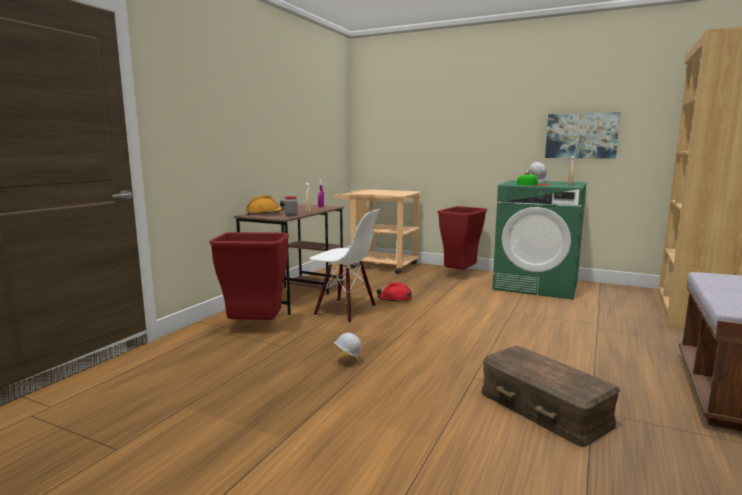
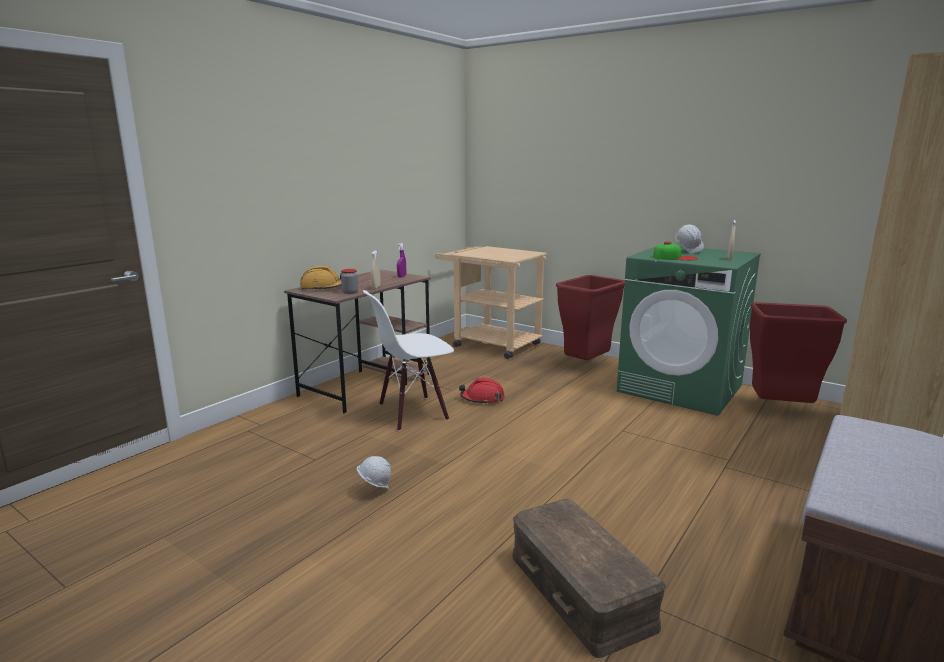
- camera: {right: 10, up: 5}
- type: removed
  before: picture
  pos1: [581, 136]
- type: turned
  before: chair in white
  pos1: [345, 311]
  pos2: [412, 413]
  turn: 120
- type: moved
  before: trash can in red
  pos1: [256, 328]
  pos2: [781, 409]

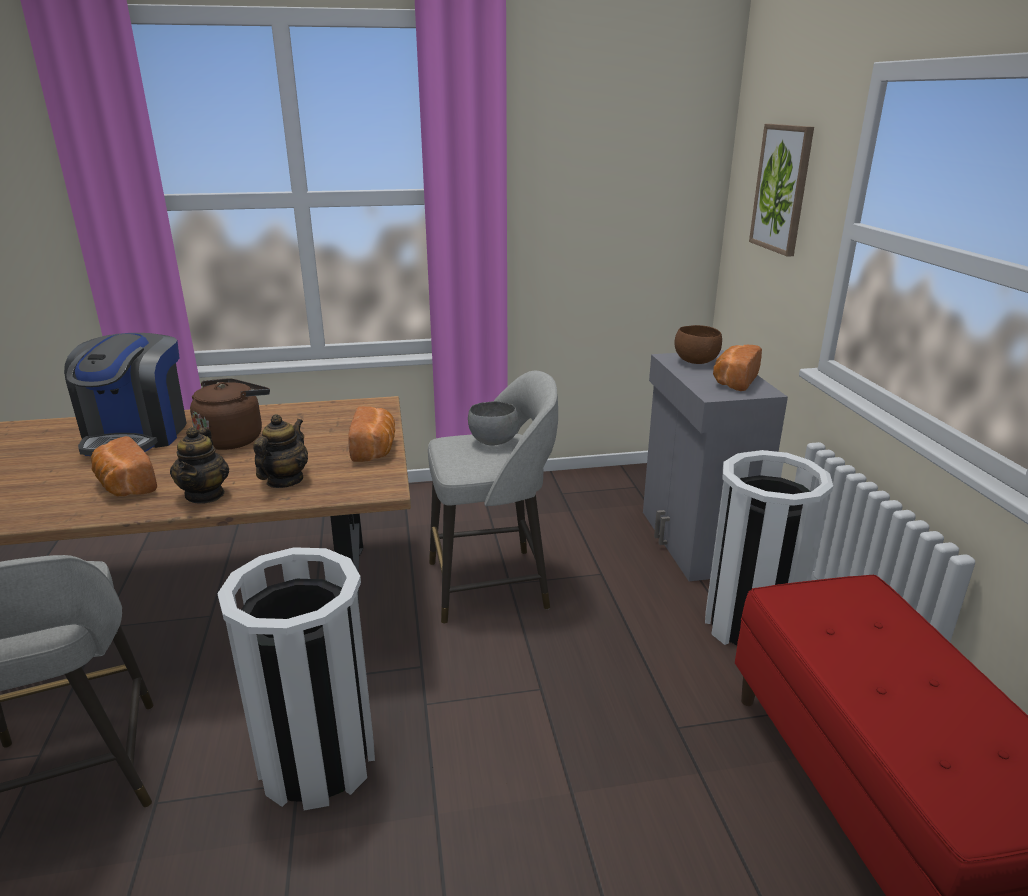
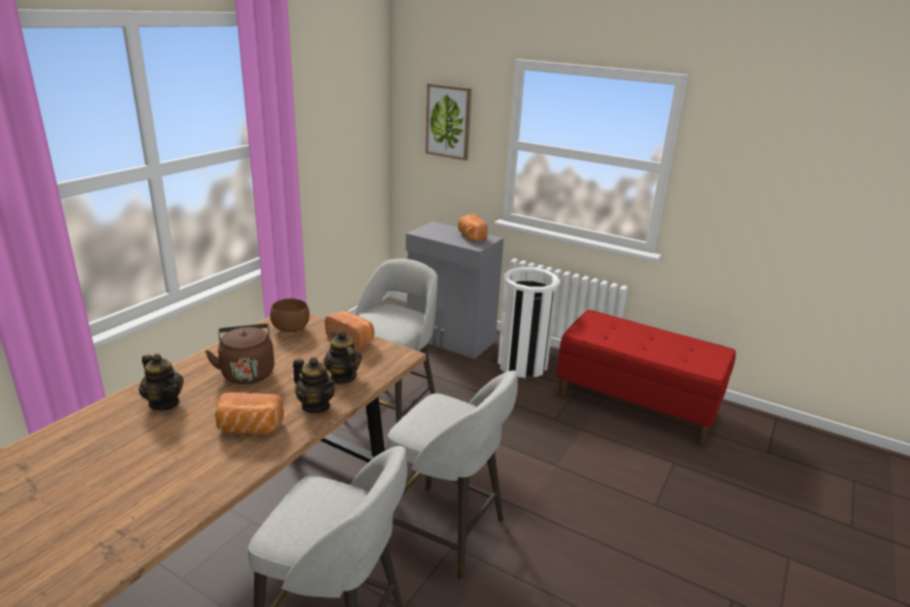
- camera: {right: -50, up: 0}
- type: moved
  before: bowl in brown
  pos1: [695, 362]
  pos2: [290, 329]
- type: replaced
  before: coffee machine
  after: teapot
  pos1: [137, 435]
  pos2: [165, 403]
- type: removed
  before: bowl in grey
  pos1: [492, 442]
- type: replaced
  before: trash can in white
  after: stool in grey
  pos1: [317, 761]
  pos2: [446, 532]

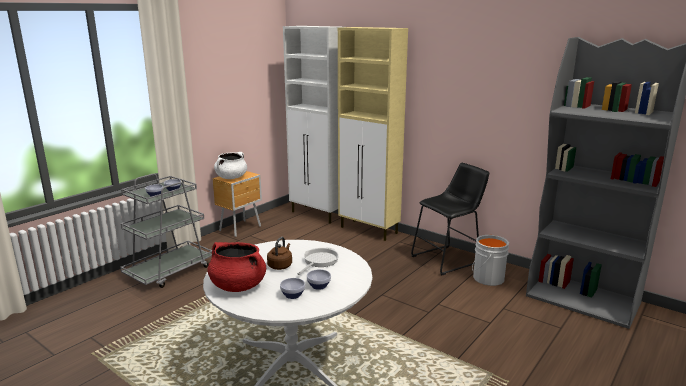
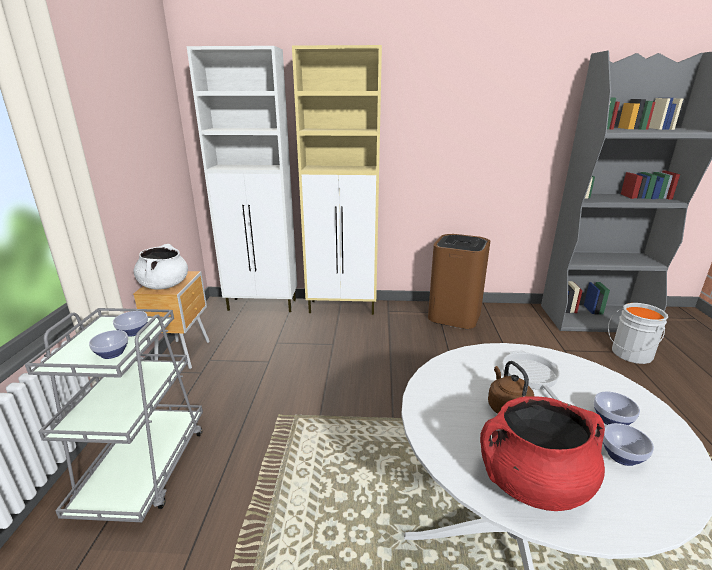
- camera: {right: -35, up: 5}
- type: replaced
  before: stool in black
  after: trash can in brown
  pos1: [448, 259]
  pos2: [454, 315]
- type: moved
  before: bucket in grey
  pos1: [486, 278]
  pos2: [630, 354]

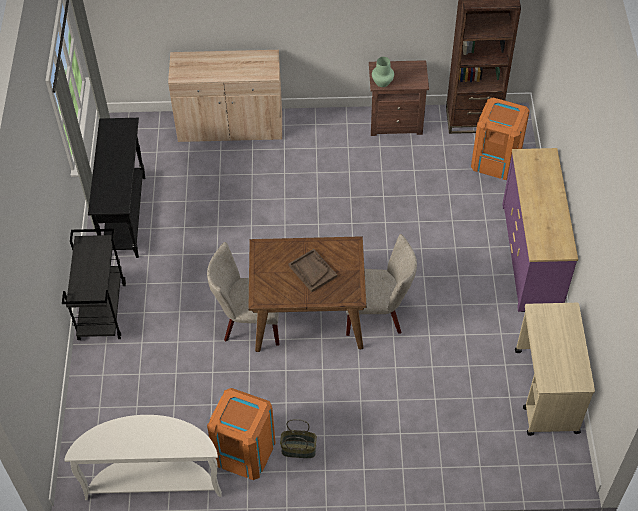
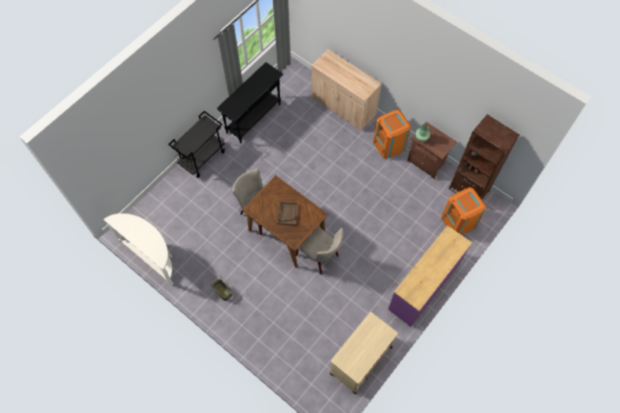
- camera: {right: 40, up: 10}
- type: moved
  before: trash can in orange
  pos1: [245, 451]
  pos2: [389, 145]

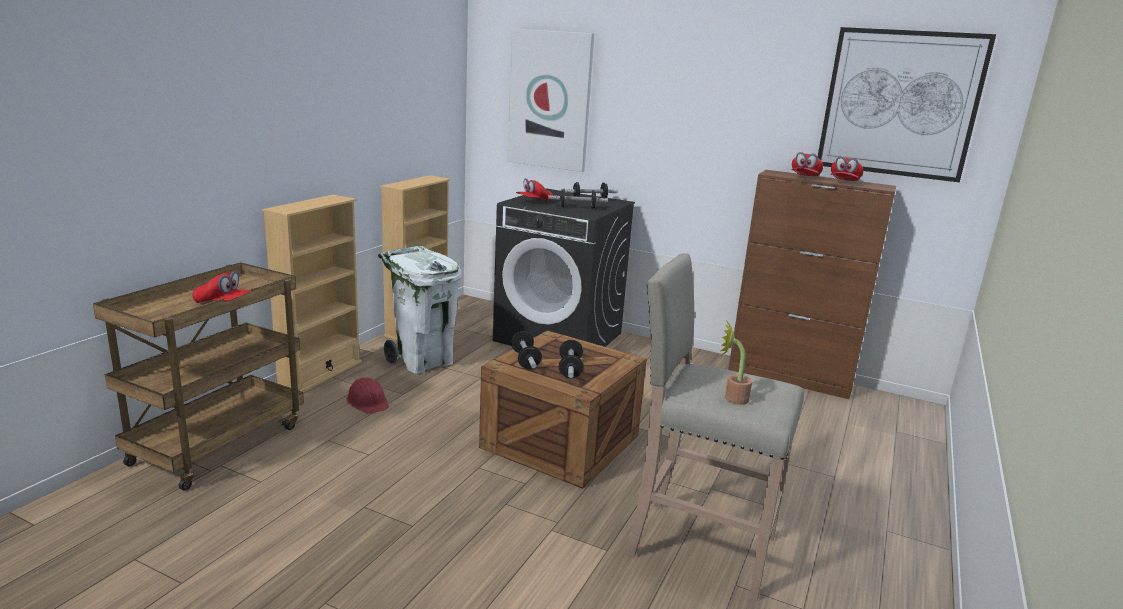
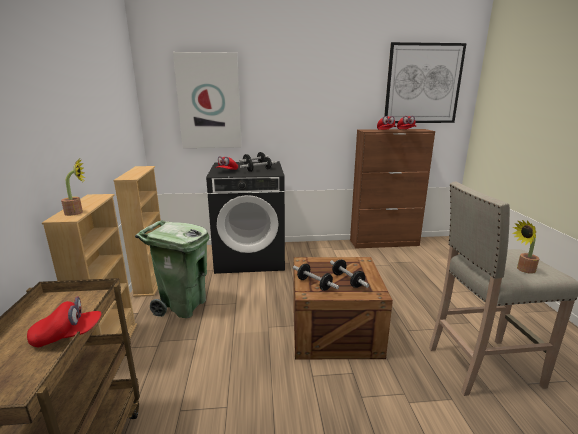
- camera: {right: -30, up: 0}
- type: recoloured
  before: trash can in white
  after: trash can in green
  pos1: [423, 361]
  pos2: [183, 306]
- type: removed
  before: hard hat in red
  pos1: [368, 402]
- type: added
  after: potted plant
  pos2: [77, 212]

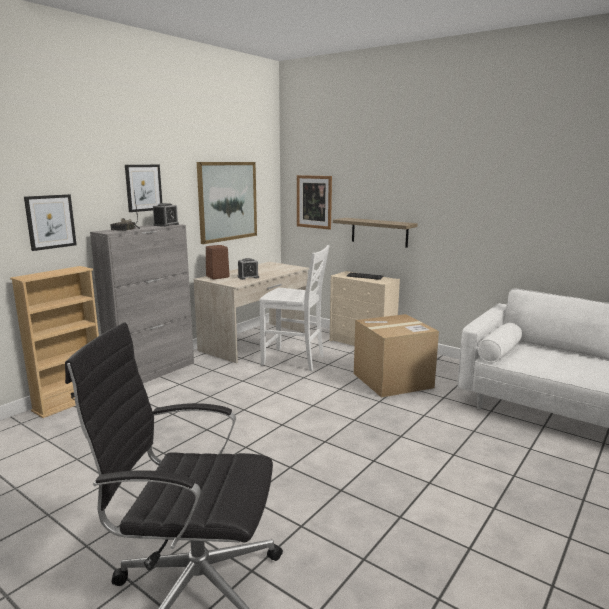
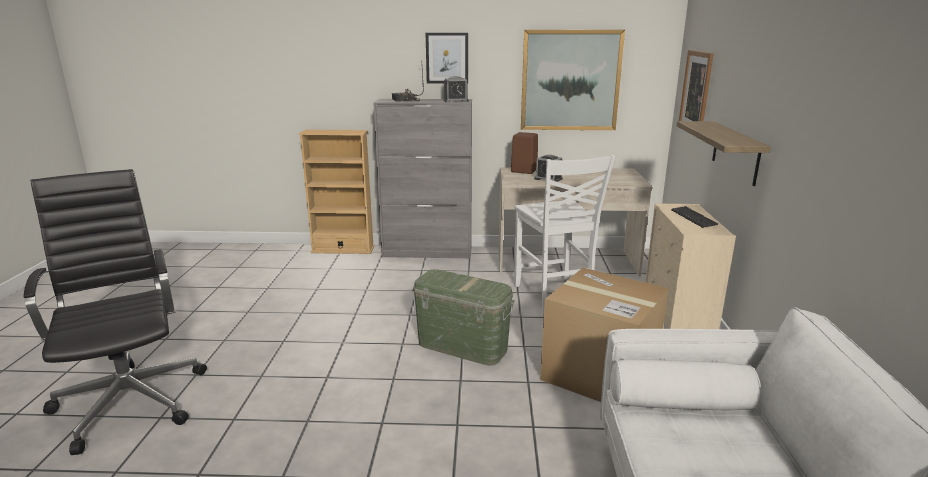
- camera: {right: 55, up: 5}
- type: removed
  before: picture
  pos1: [50, 221]
- type: added
  after: storage box in green
  pos2: [463, 346]

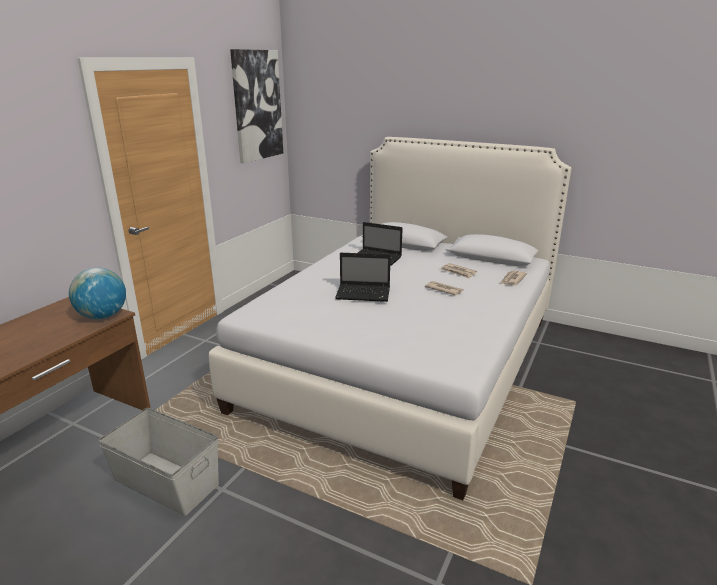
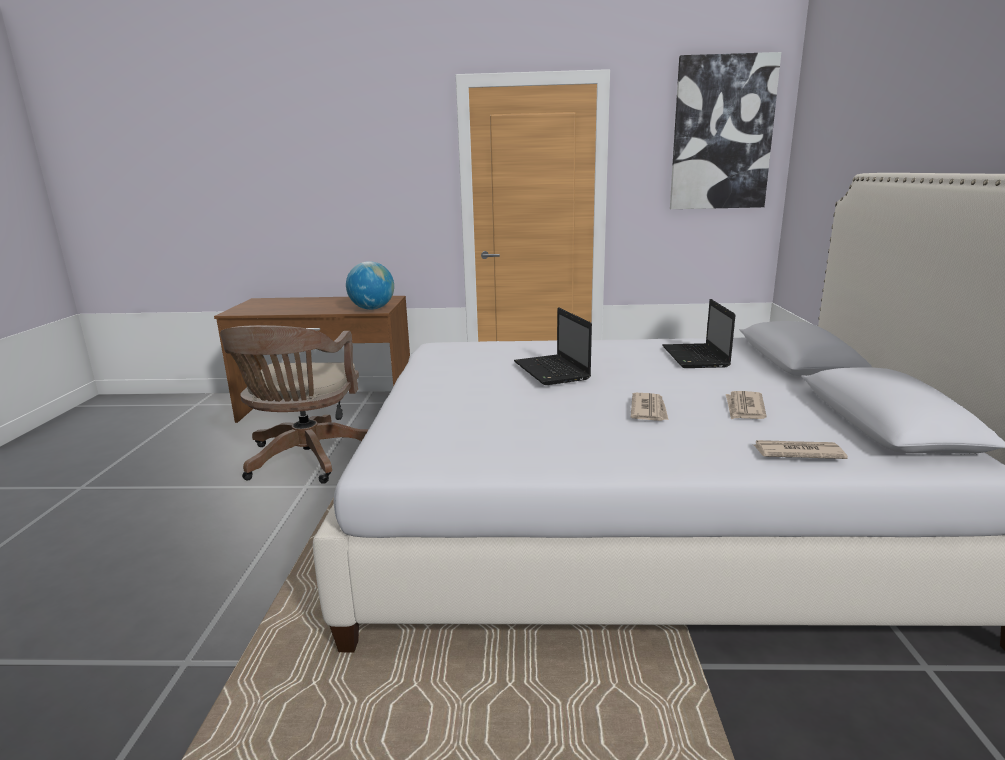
- camera: {right: 65, up: -5}
- type: replaced
  before: storage box in grey
  after: office chair in brown
  pos1: [166, 482]
  pos2: [306, 460]

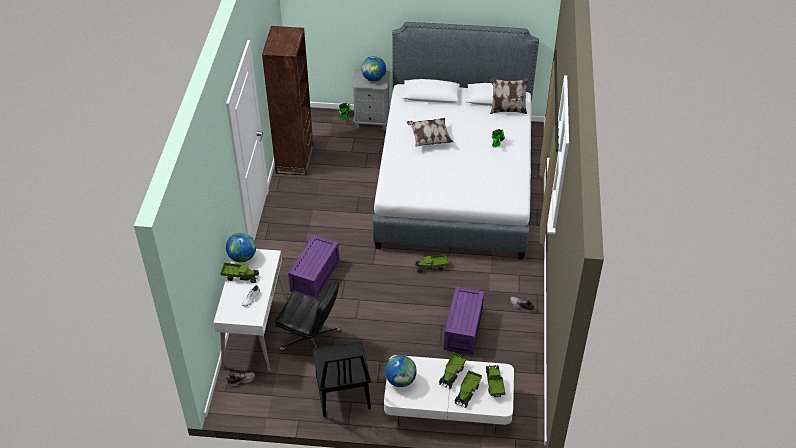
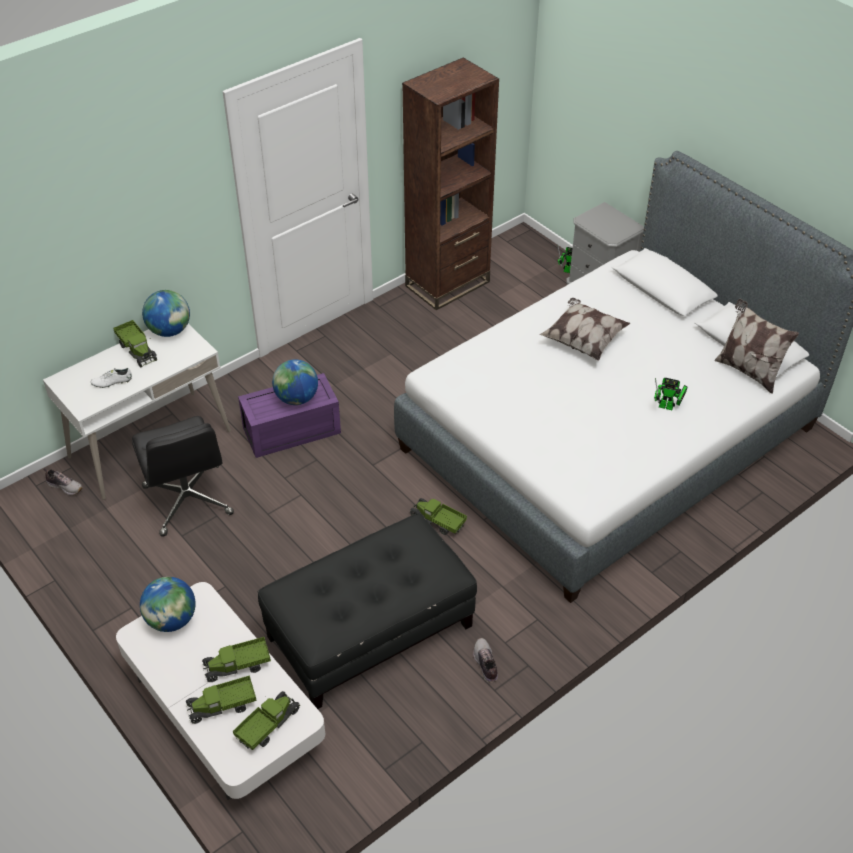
- camera: {right: 45, up: 0}
- type: moved
  before: globe
  pos1: [373, 78]
  pos2: [296, 398]
- type: replaced
  before: storage box in purple
  after: ottoman in black
  pos1: [464, 330]
  pos2: [370, 632]
- type: removed
  before: chair in black
  pos1: [342, 393]

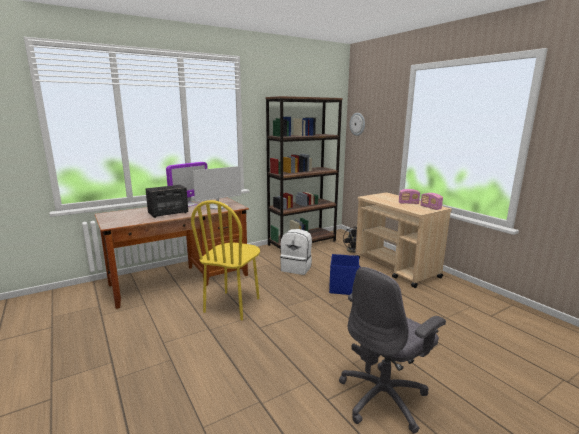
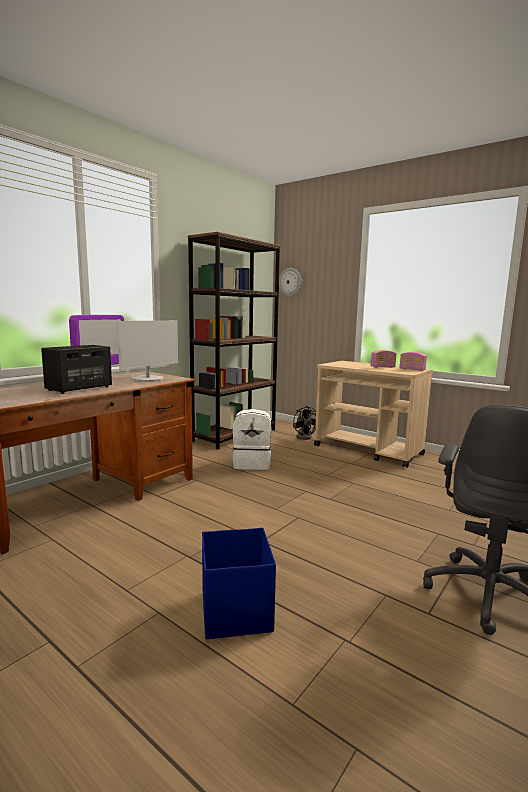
- camera: {right: -20, up: -5}
- type: removed
  before: chair in yellow
  pos1: [232, 305]
- type: moved
  before: storage box in blue
  pos1: [343, 287]
  pos2: [236, 611]

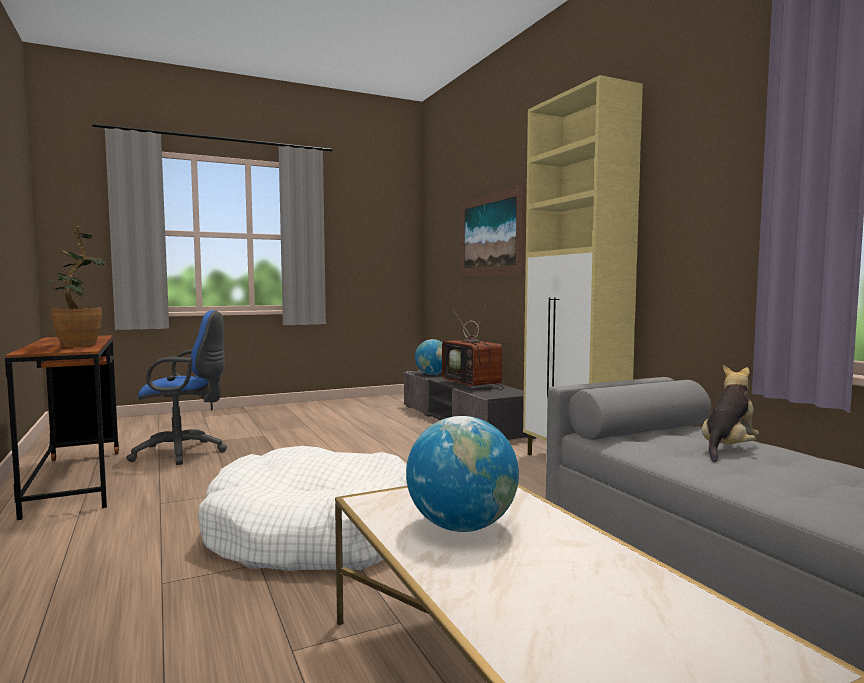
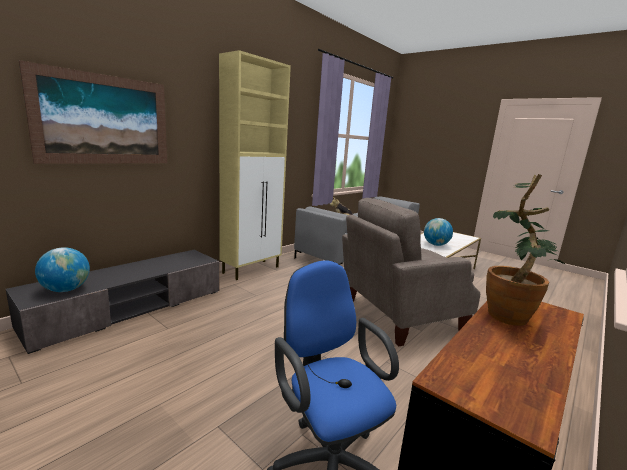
- camera: {right: -115, up: 10}
- type: removed
  before: television
  pos1: [474, 384]
- type: replaced
  before: dog bed in white
  after: armchair in beige
  pos1: [313, 534]
  pos2: [399, 315]

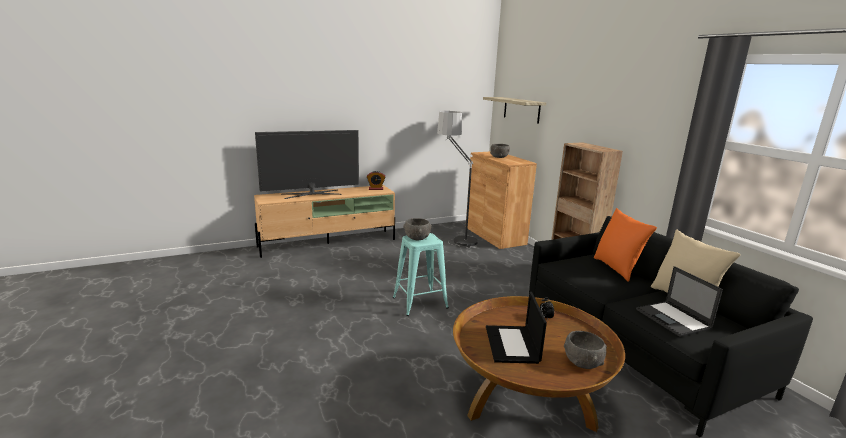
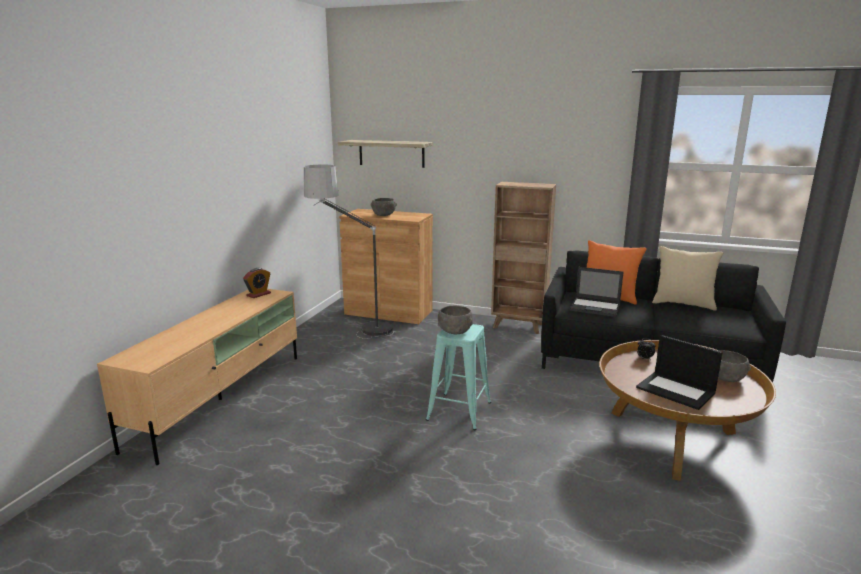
- camera: {right: -45, up: 0}
- type: removed
  before: television
  pos1: [312, 194]
- type: moved
  before: laptop
  pos1: [673, 319]
  pos2: [595, 307]

